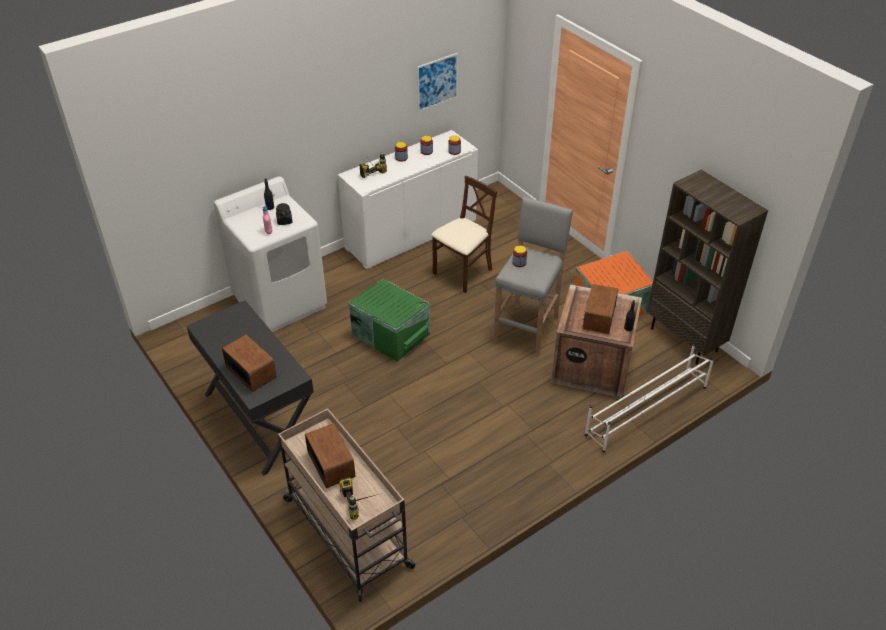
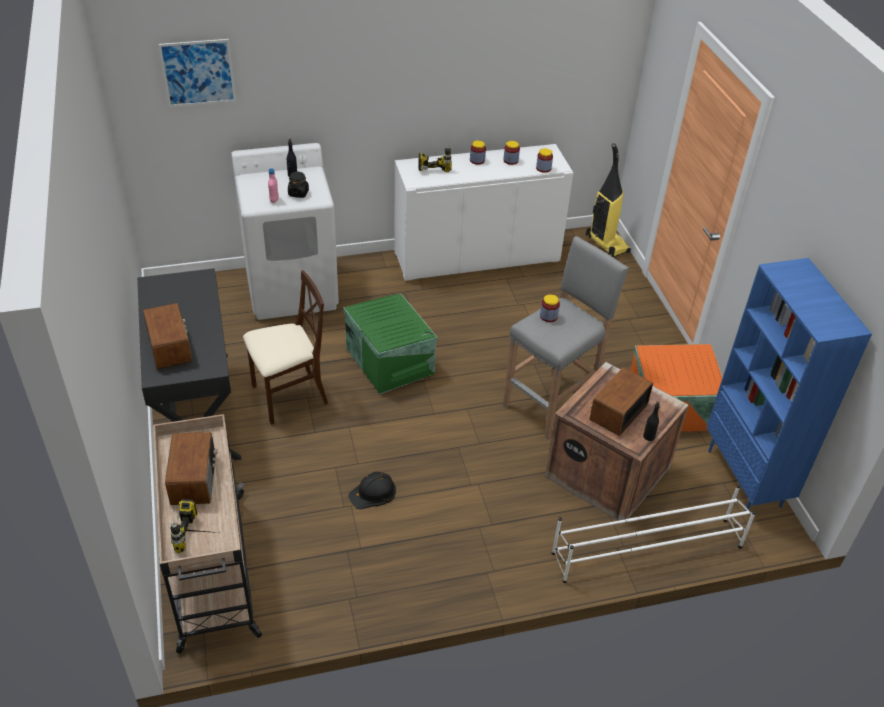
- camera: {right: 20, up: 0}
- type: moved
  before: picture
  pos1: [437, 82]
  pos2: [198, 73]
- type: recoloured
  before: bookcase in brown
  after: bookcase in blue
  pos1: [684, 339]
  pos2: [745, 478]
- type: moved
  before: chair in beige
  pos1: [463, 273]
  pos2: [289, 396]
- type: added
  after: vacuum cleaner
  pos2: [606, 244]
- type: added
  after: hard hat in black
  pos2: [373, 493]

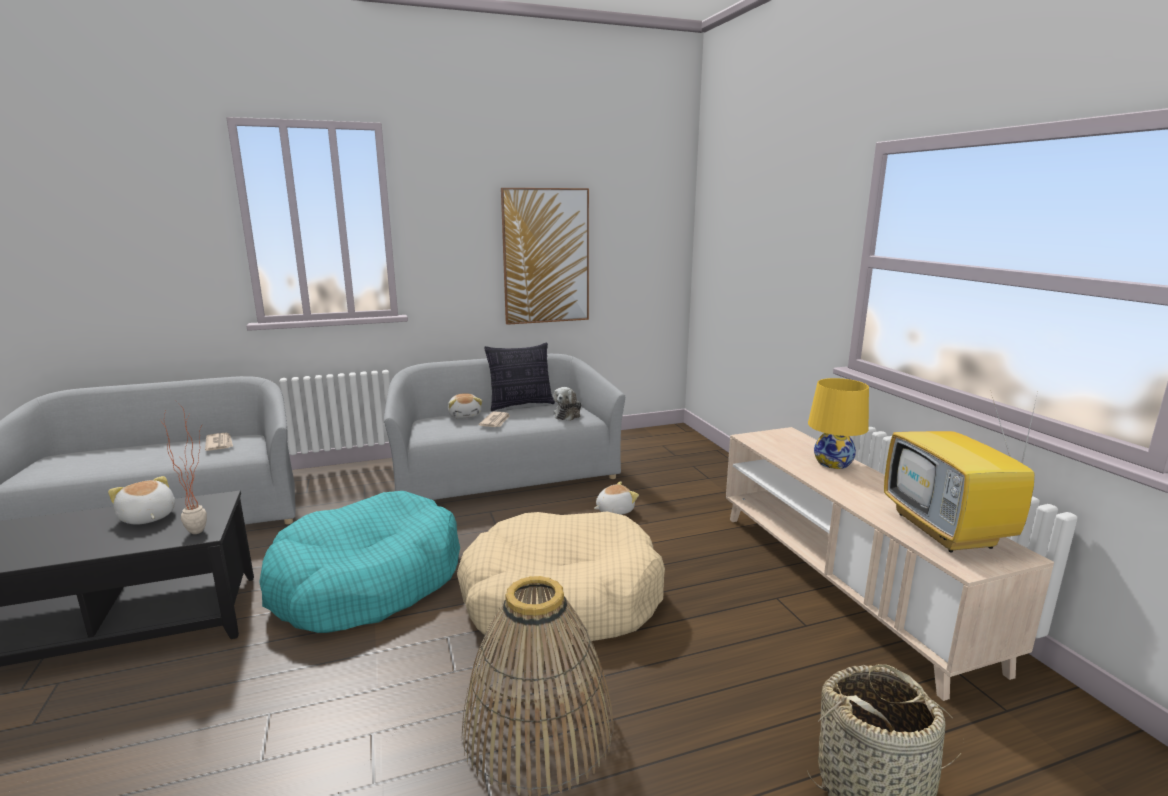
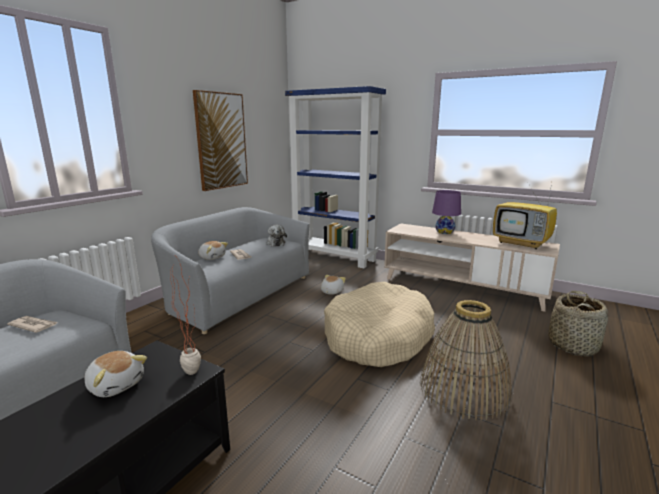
- camera: {right: -40, up: 0}
- type: removed
  before: pillow
  pos1: [521, 405]
- type: recoloured
  before: table lamp in yellow
  after: table lamp in purple
  pos1: [833, 463]
  pos2: [444, 232]
- type: turned
  before: plush toy
  pos1: [147, 517]
  pos2: [116, 384]
  turn: -150
- type: removed
  before: dog bed in turquoise
  pos1: [367, 581]
- type: added
  after: bookcase in blue
  pos2: [334, 257]

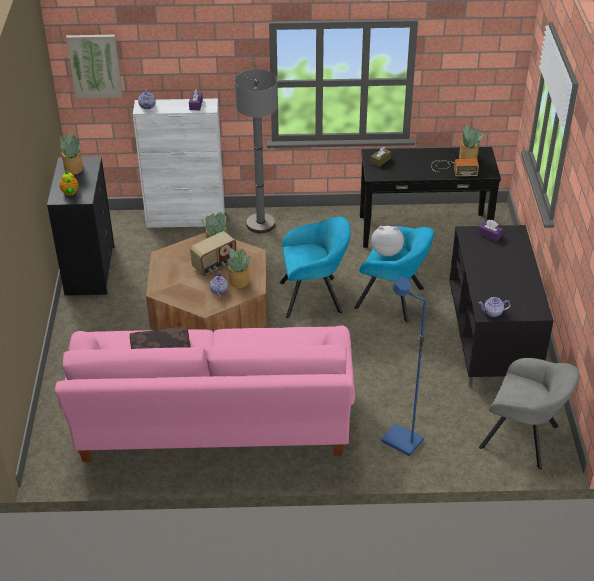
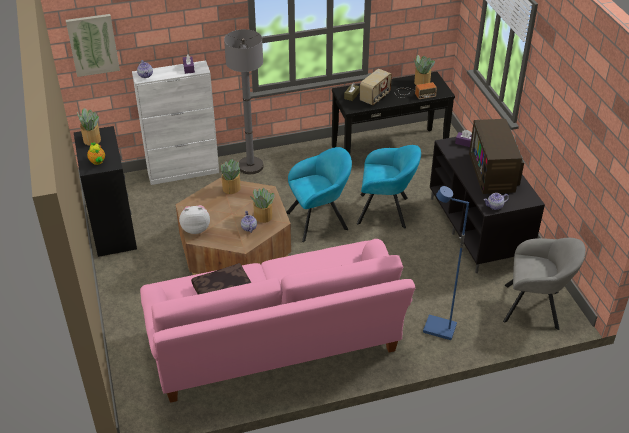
- camera: {right: -15, up: 0}
- type: moved
  before: plush toy
  pos1: [387, 251]
  pos2: [195, 228]
- type: moved
  before: radio
  pos1: [214, 265]
  pos2: [375, 97]
- type: added
  after: television
  pos2: [494, 172]

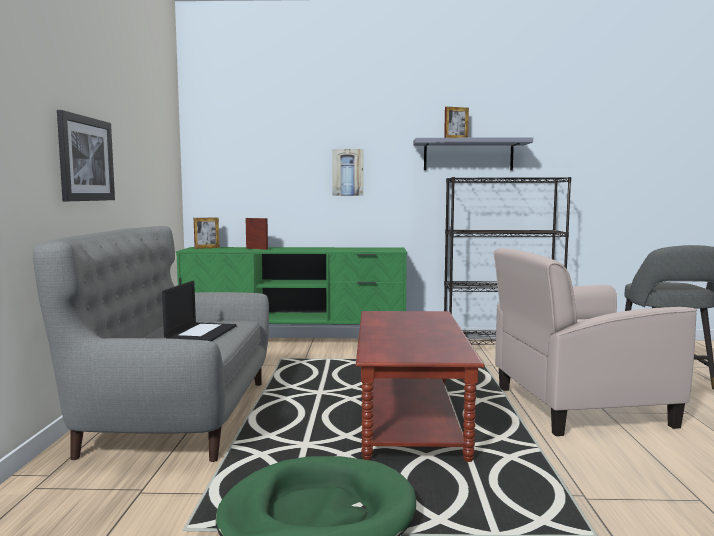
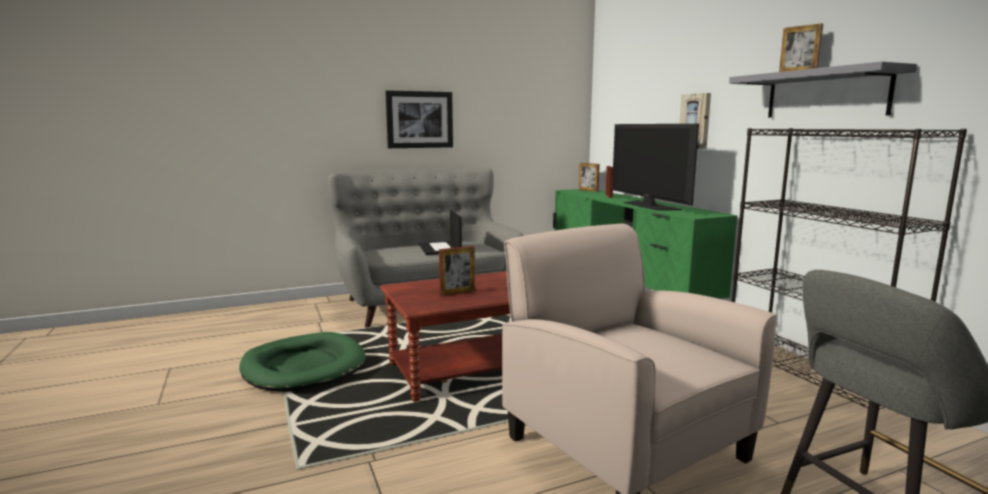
- camera: {right: 65, up: 5}
- type: turned
  before: laptop
  pos1: [201, 332]
  pos2: [440, 248]
  turn: 90
- type: added
  after: television
  pos2: [649, 206]
- type: added
  after: picture frame
  pos2: [457, 292]

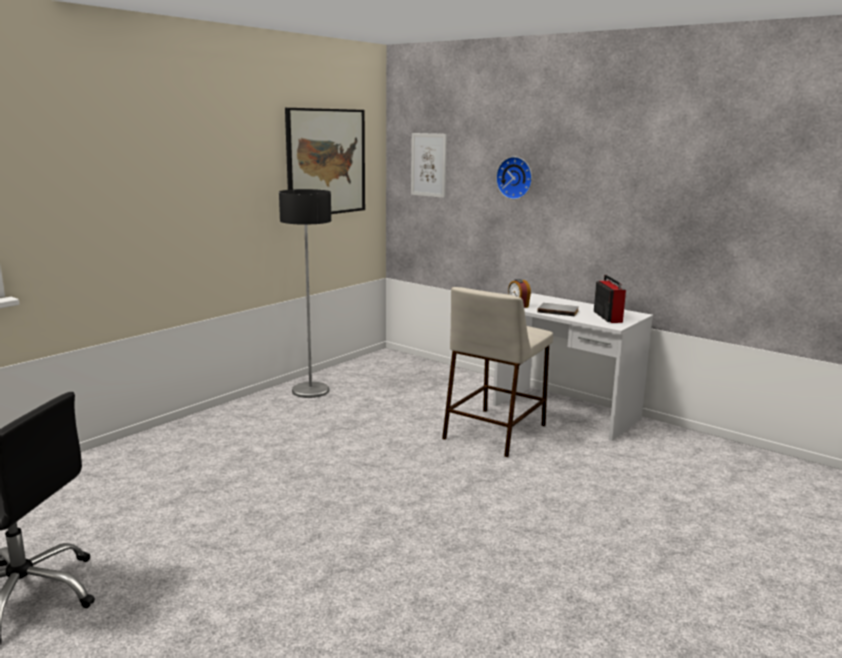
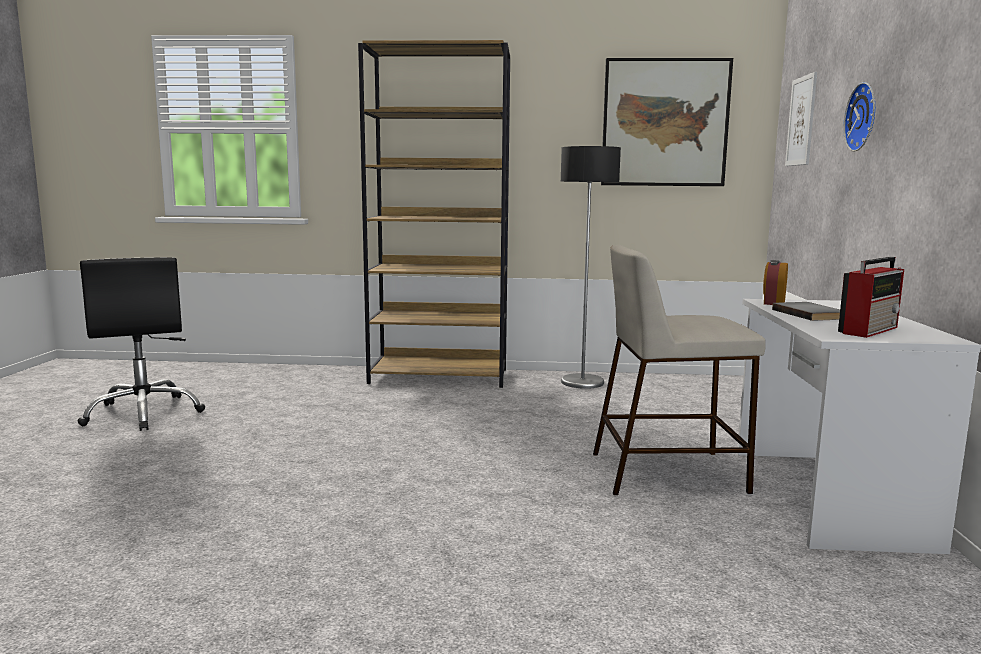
- camera: {right: 55, up: -5}
- type: added
  after: bookcase in brown
  pos2: [440, 376]

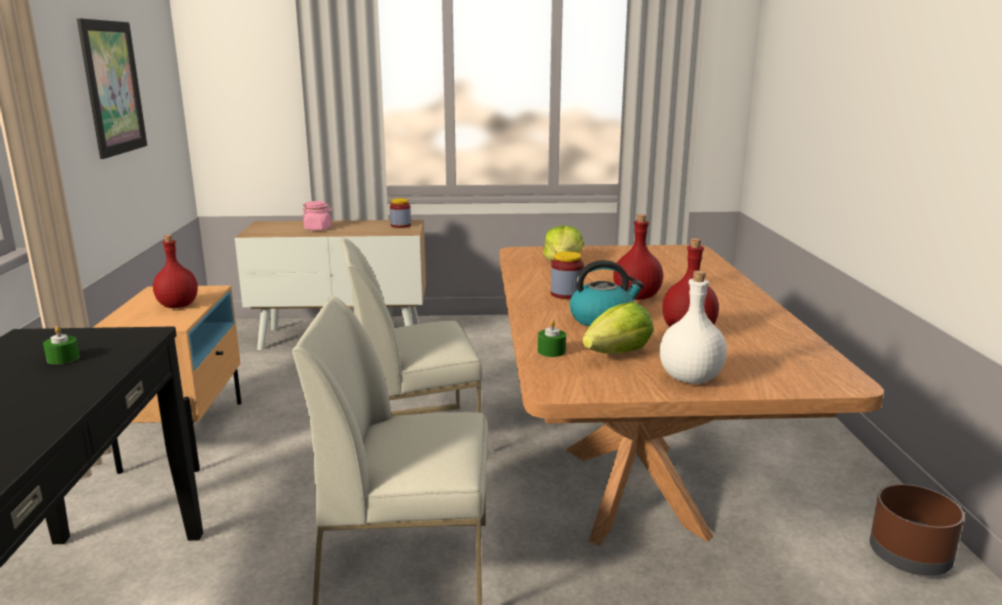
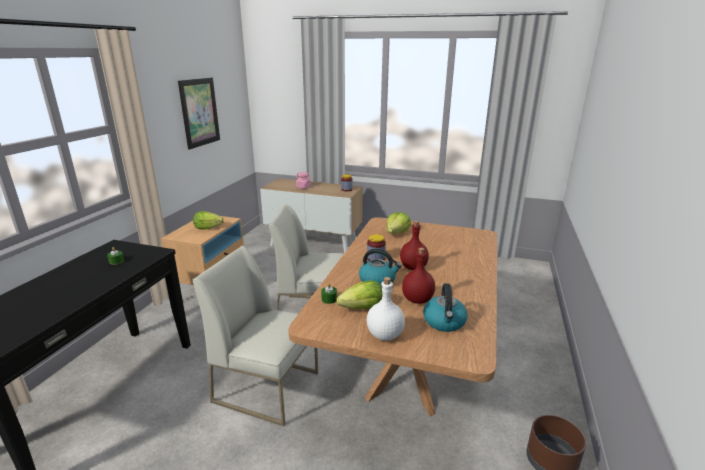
- camera: {right: 20, up: 5}
- type: replaced
  before: bottle in red
  after: lettuce
  pos1: [177, 306]
  pos2: [208, 228]
- type: added
  after: kettle
  pos2: [444, 322]

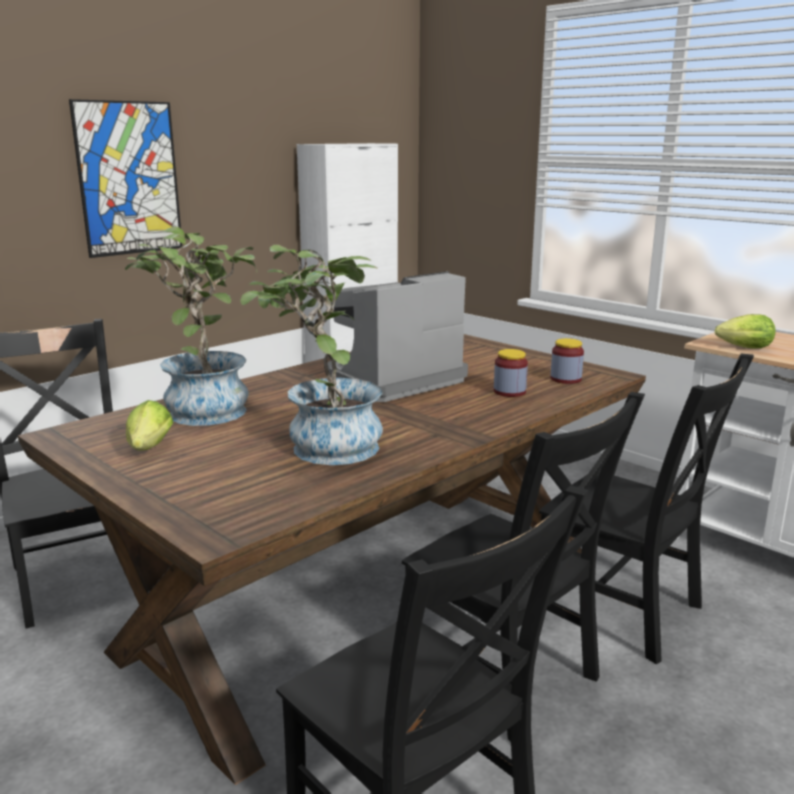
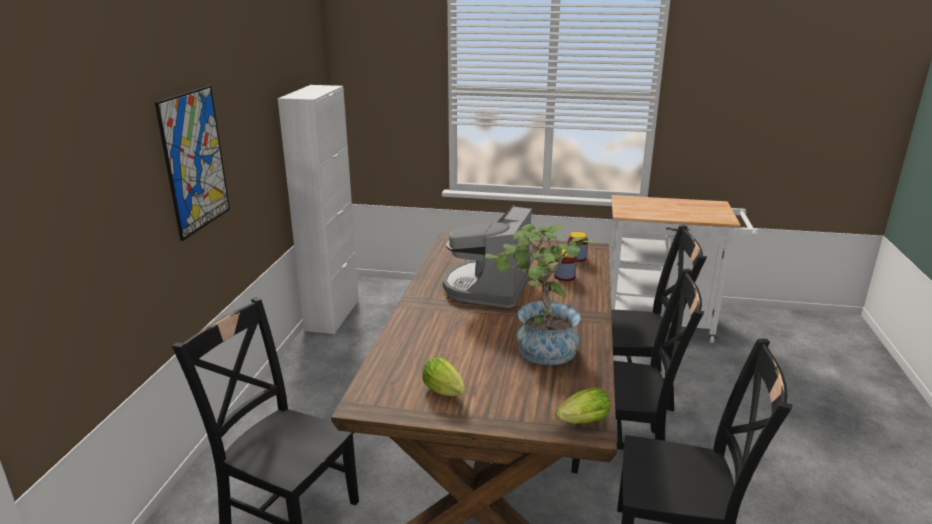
- camera: {right: -35, up: 5}
- type: removed
  before: potted plant
  pos1: [205, 408]
- type: moved
  before: lettuce
  pos1: [741, 348]
  pos2: [580, 423]

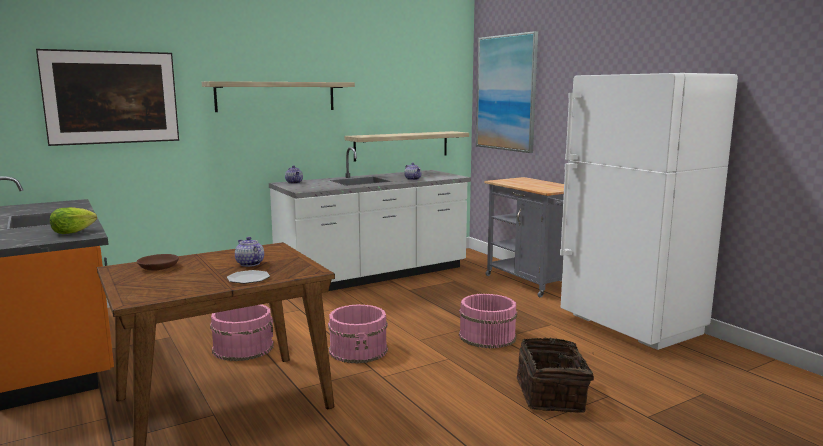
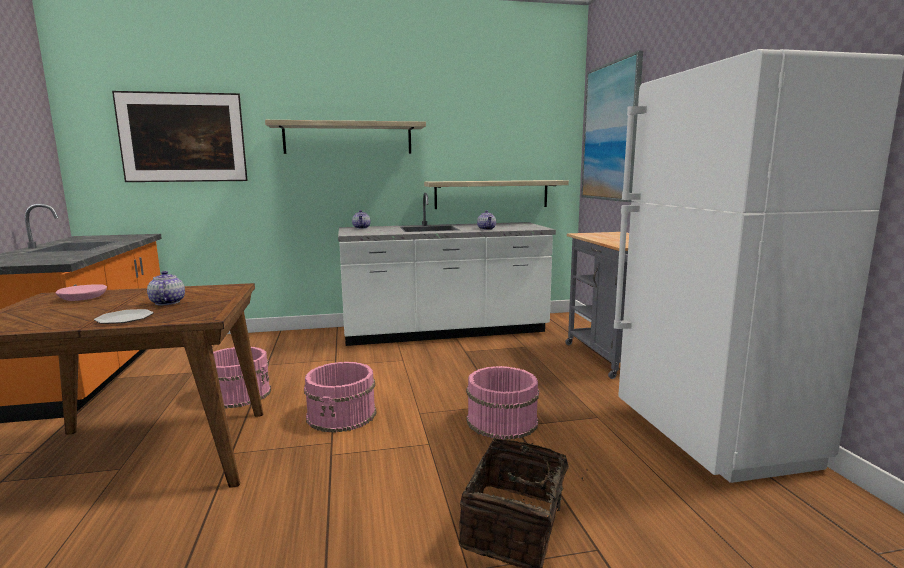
- camera: {right: 20, up: 0}
- type: removed
  before: lettuce
  pos1: [72, 232]
- type: recoloured
  before: bowl in brown
  after: bowl in pink
  pos1: [158, 267]
  pos2: [82, 298]

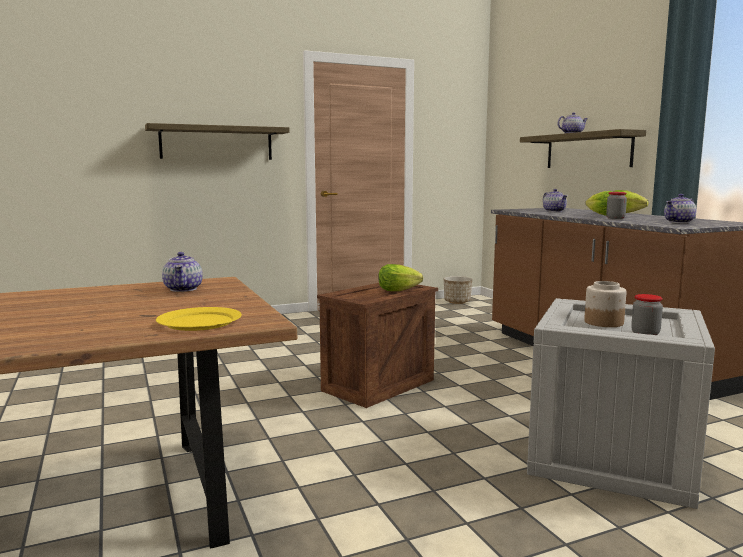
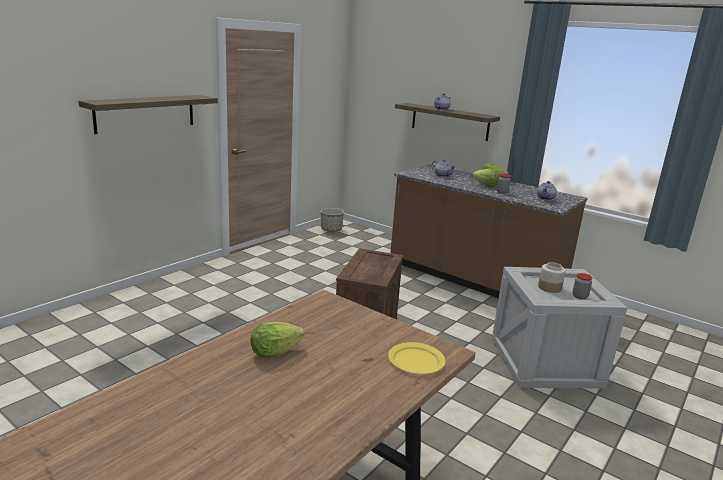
- camera: {right: -30, up: 10}
- type: removed
  before: teapot
  pos1: [184, 289]
- type: moved
  before: lettuce
  pos1: [397, 290]
  pos2: [274, 352]

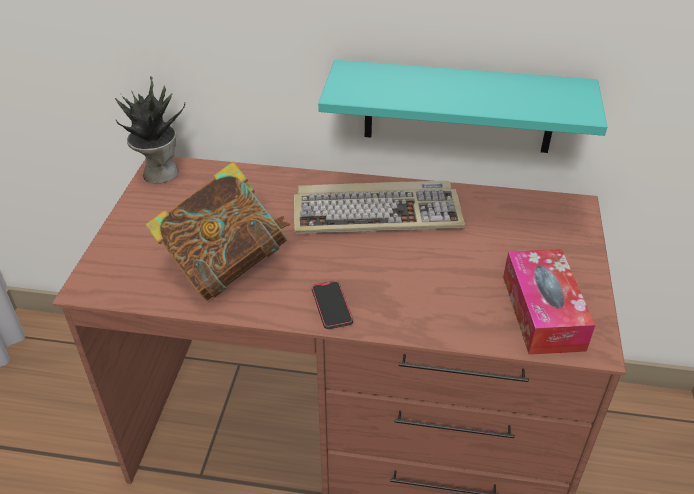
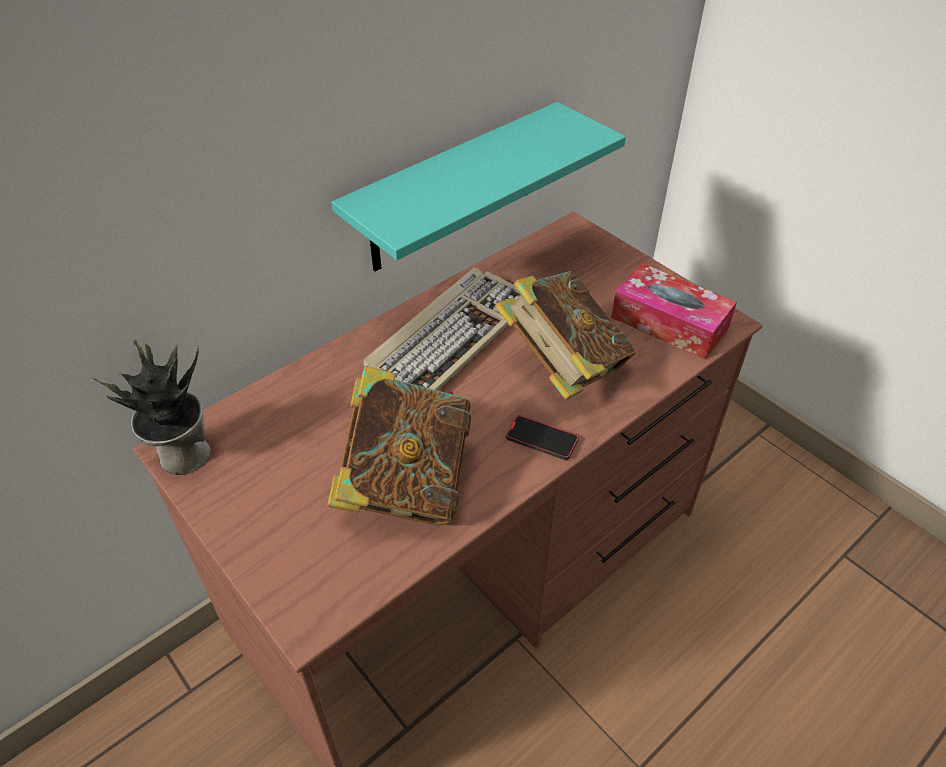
- camera: {right: -50, up: 5}
- type: added
  after: book
  pos2: [562, 366]

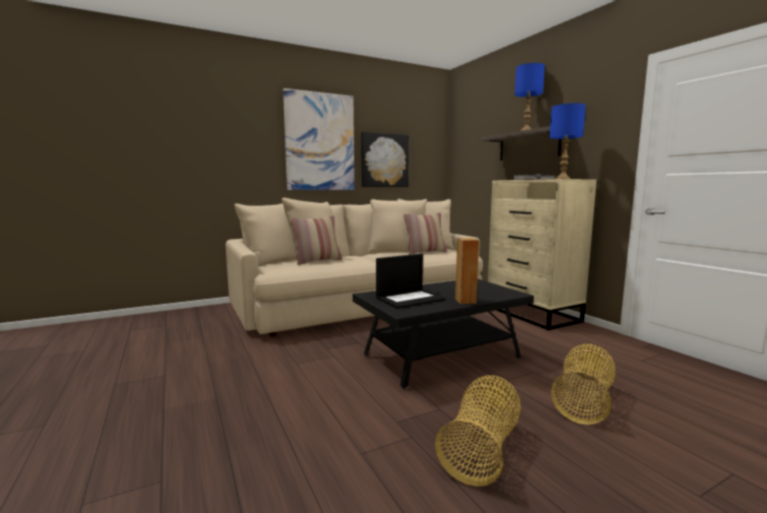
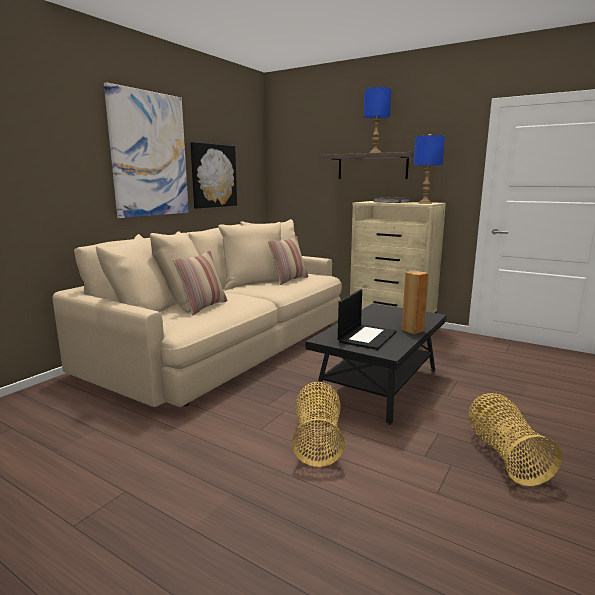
- camera: {right: -30, up: 5}
- type: moved
  before: basket
  pos1: [584, 401]
  pos2: [318, 439]

